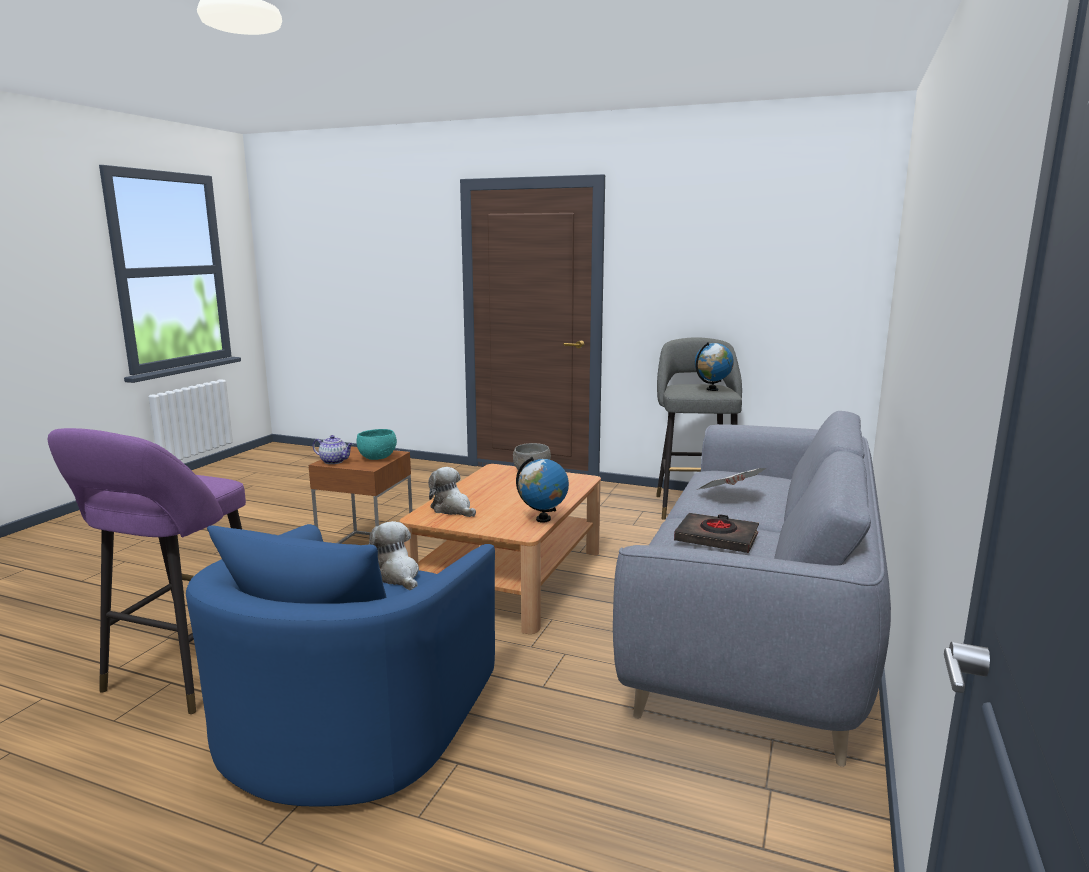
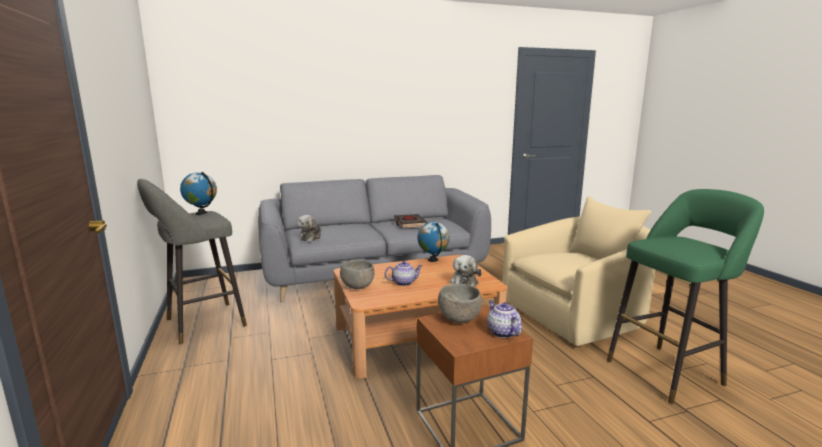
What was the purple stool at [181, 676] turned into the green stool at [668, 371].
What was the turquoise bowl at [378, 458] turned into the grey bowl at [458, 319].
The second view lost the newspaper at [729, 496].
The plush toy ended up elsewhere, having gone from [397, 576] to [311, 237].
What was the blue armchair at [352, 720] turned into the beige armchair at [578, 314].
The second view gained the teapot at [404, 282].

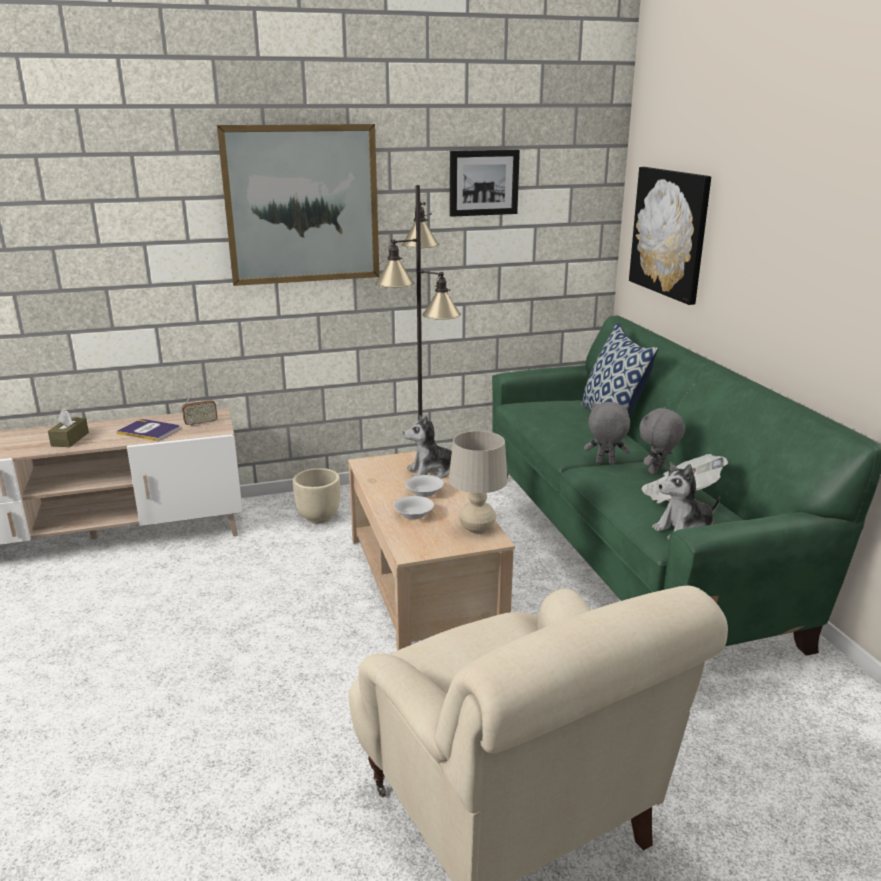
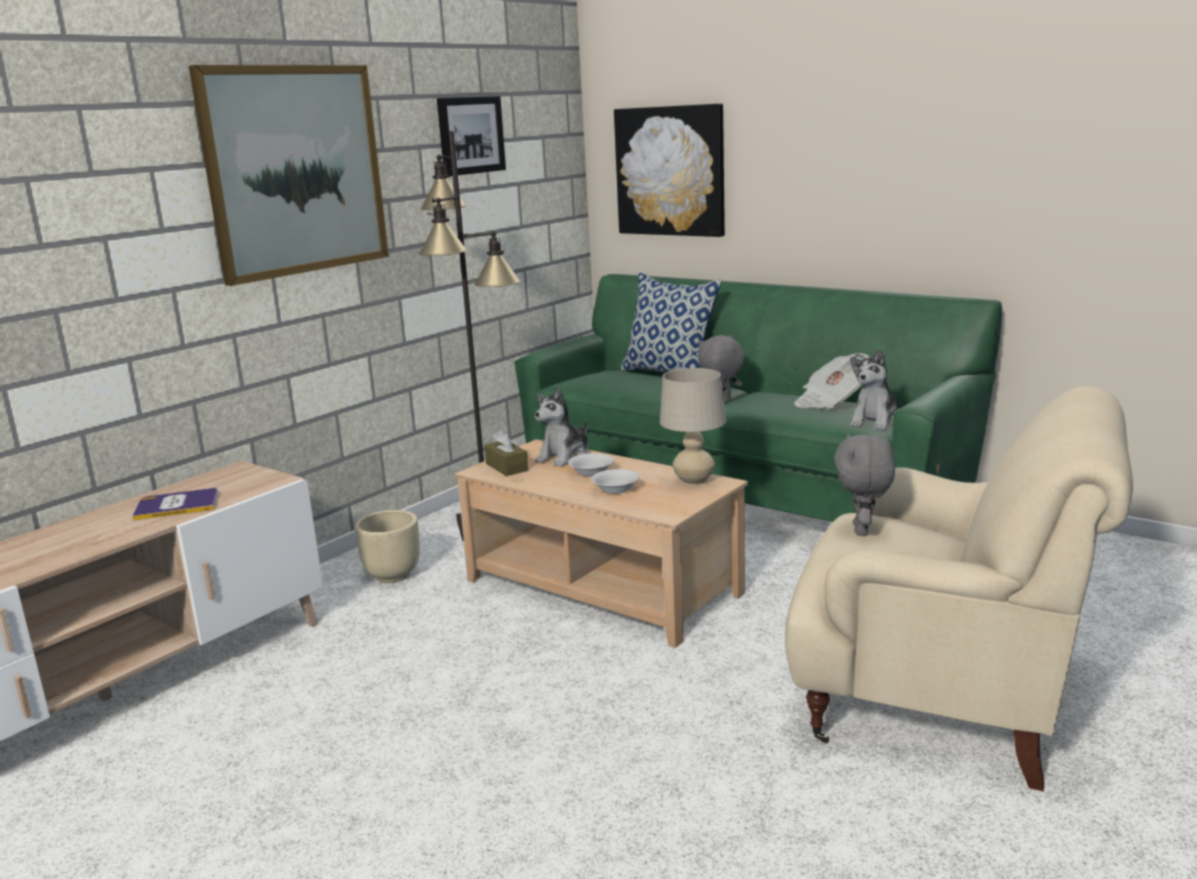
The second view lost the radio at [201, 423].
The grey plush toy ended up elsewhere, having gone from [657, 471] to [863, 531].
The brown tissue box ended up elsewhere, having gone from [70, 439] to [506, 467].

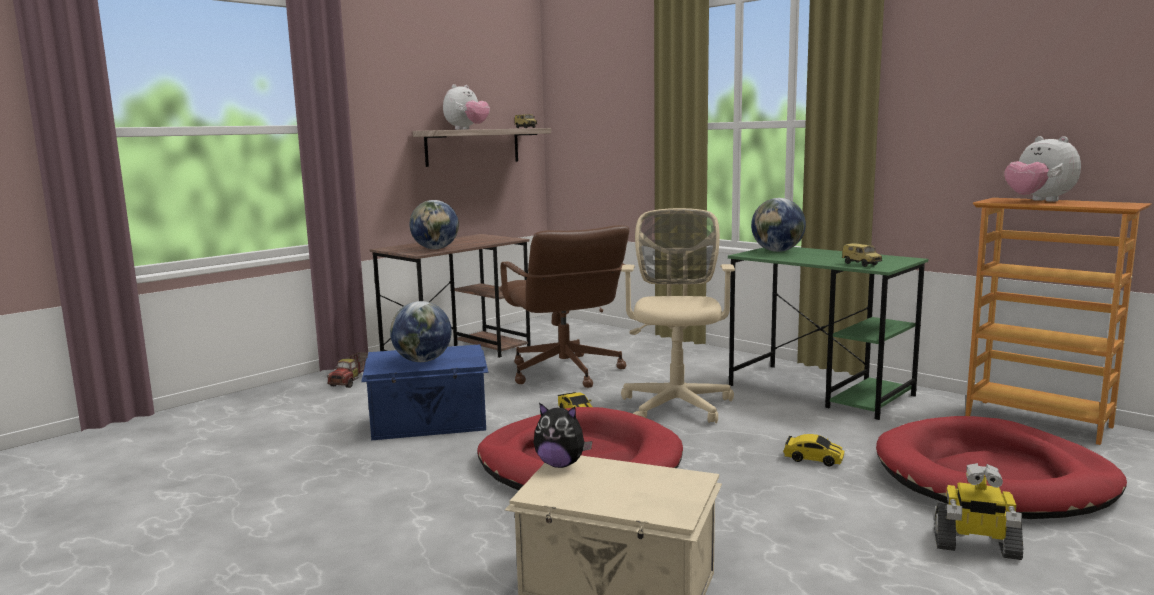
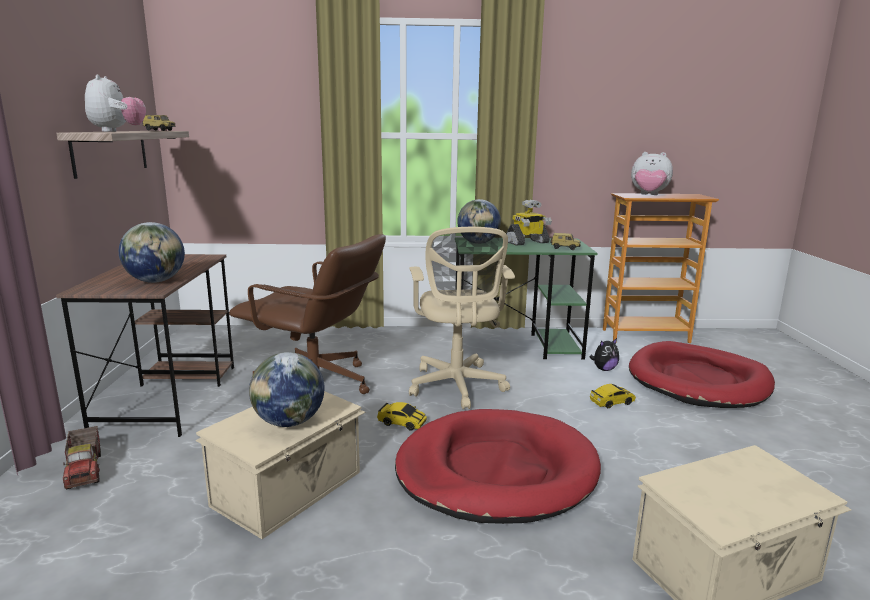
The beige office chair at [676, 404] ended up facing another way, 150 degrees counterclockwise from before.
What was the blue storage box at [430, 423] turned into the beige storage box at [290, 489].
The plush toy ended up elsewhere, having gone from [561, 464] to [604, 369].
The toy robot ended up elsewhere, having gone from [975, 546] to [527, 242].

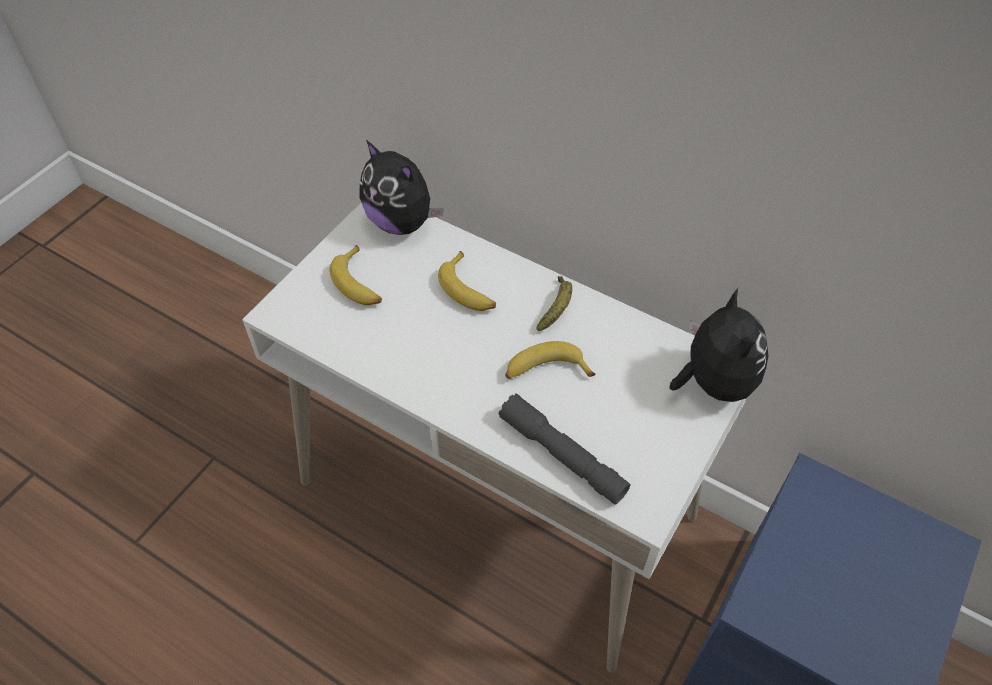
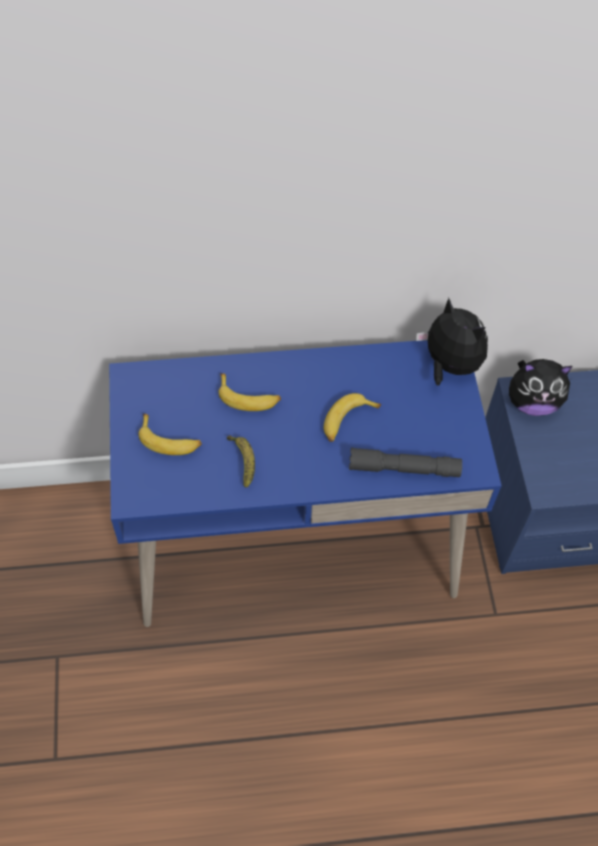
The plush toy ended up elsewhere, having gone from [402, 222] to [532, 402].
What was the white desk at [496, 499] turned into the blue desk at [294, 540].
The banana ended up elsewhere, having gone from [556, 308] to [243, 461].

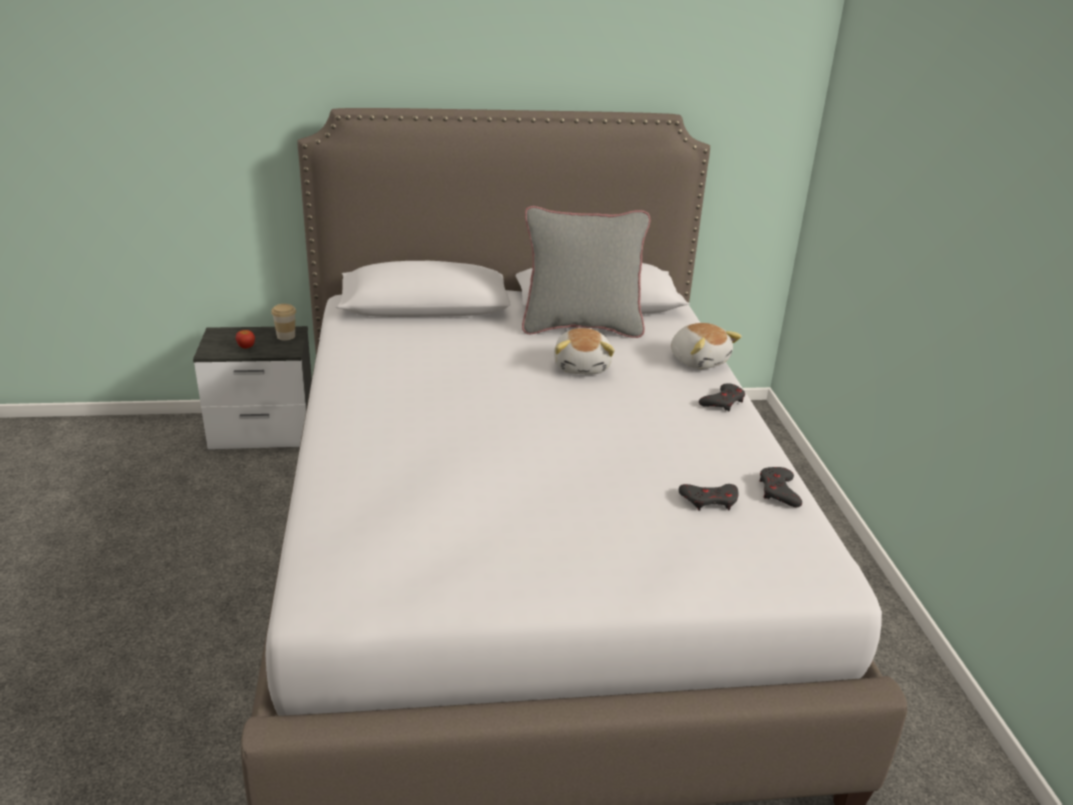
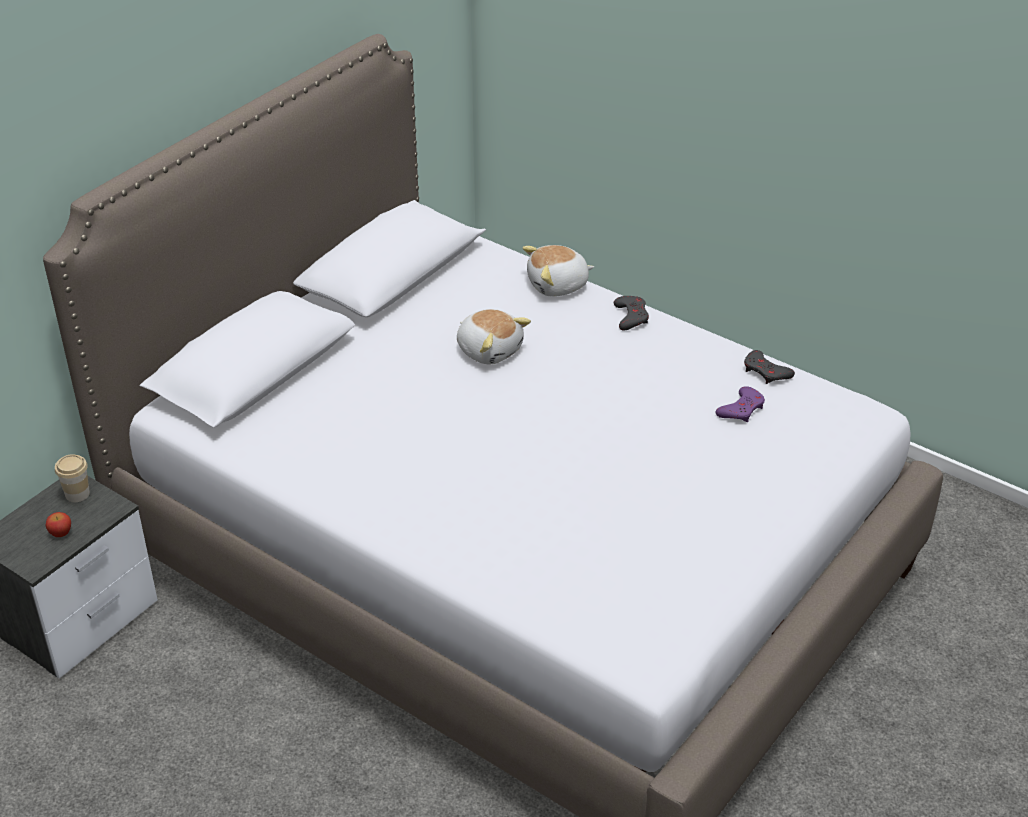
The second view lost the grey pillow at [581, 327].
The plush toy at [699, 360] ended up facing another way, 150 degrees clockwise from before.
What was the grey game controller at [709, 500] turned into the purple game controller at [741, 409].

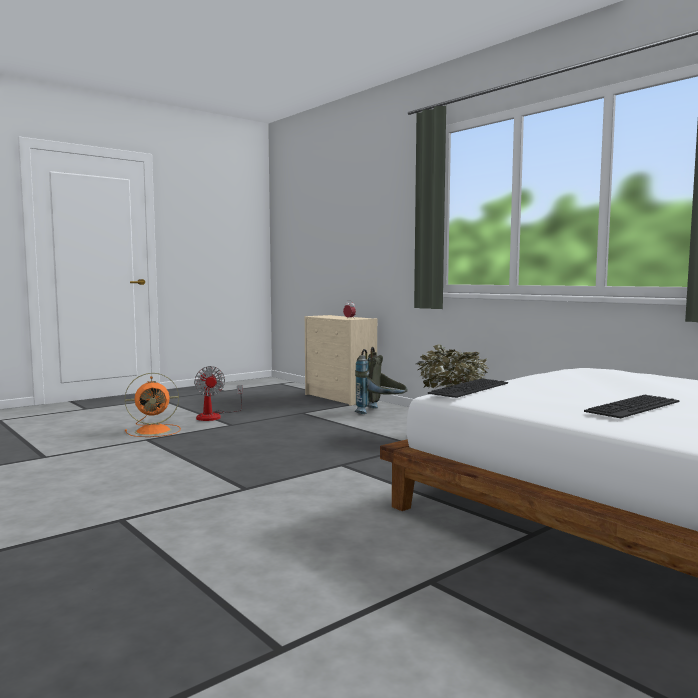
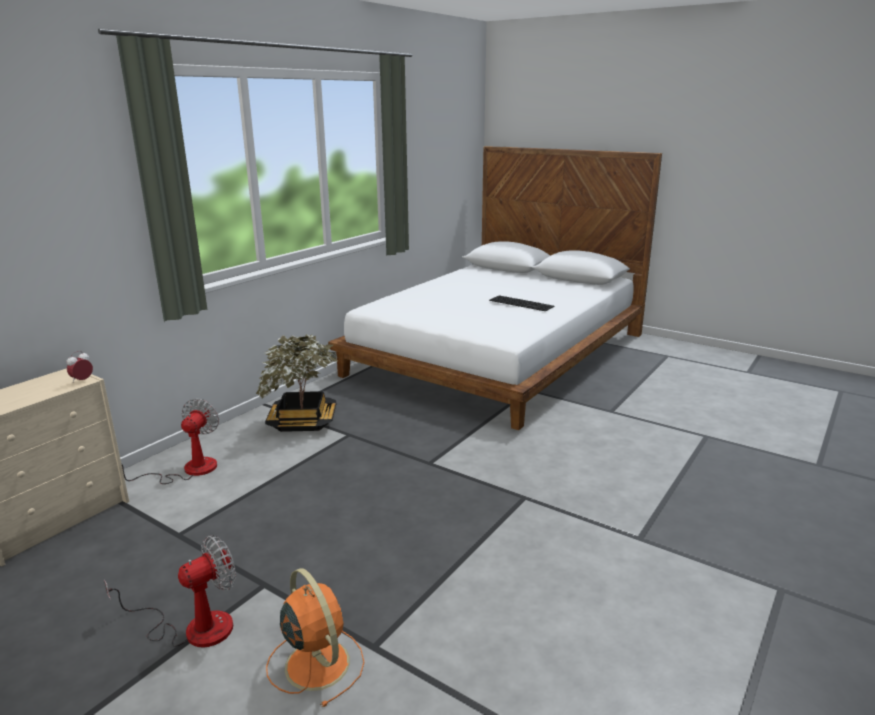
Where the grey backpack stood at [381, 412], the fan came to stand at [188, 470].
The second view lost the keyboard at [471, 388].

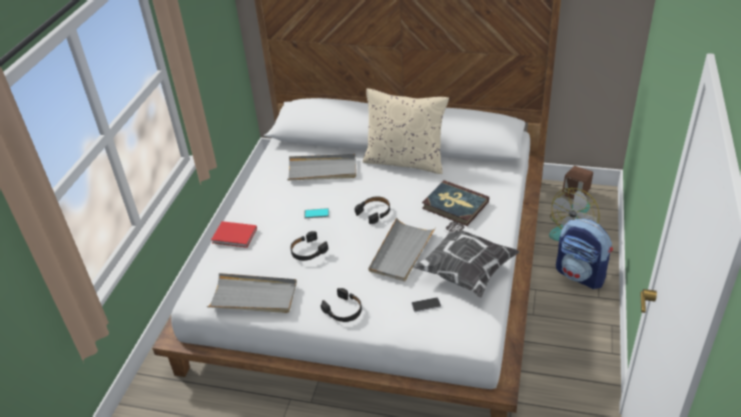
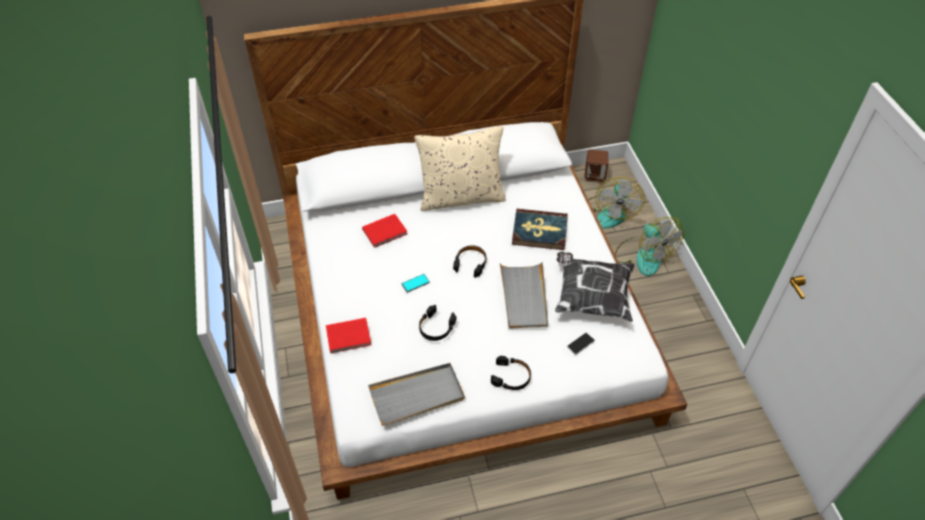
Where the grey tray stood at [322, 170], the red book came to stand at [386, 232].
Where the backpack stood at [581, 275], the fan came to stand at [643, 255].

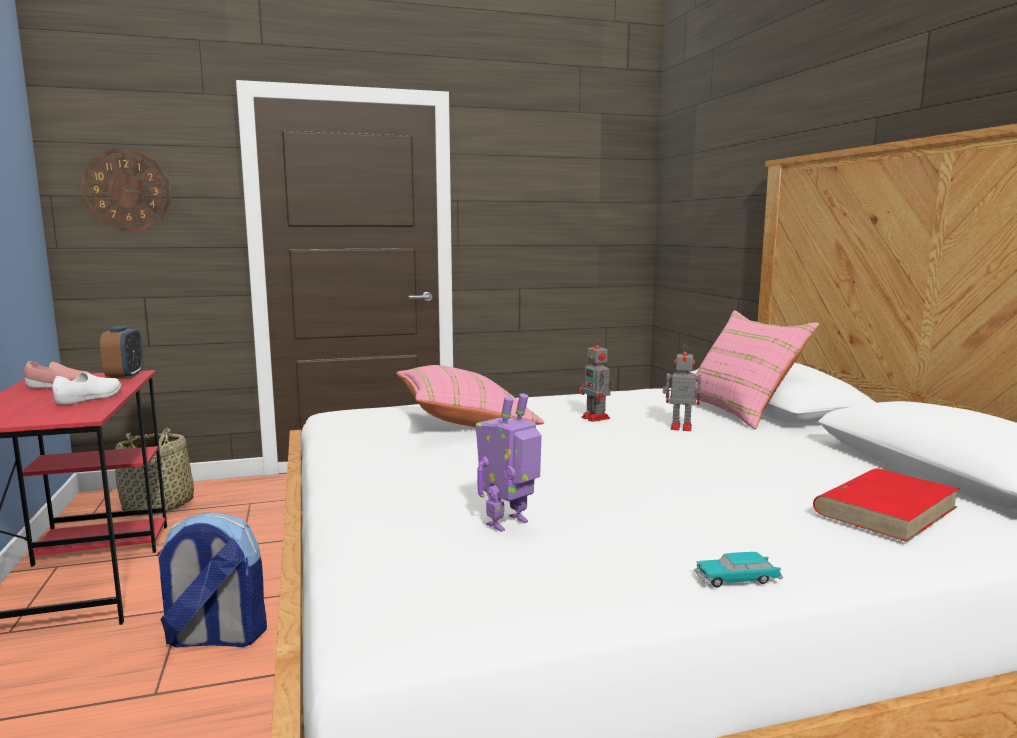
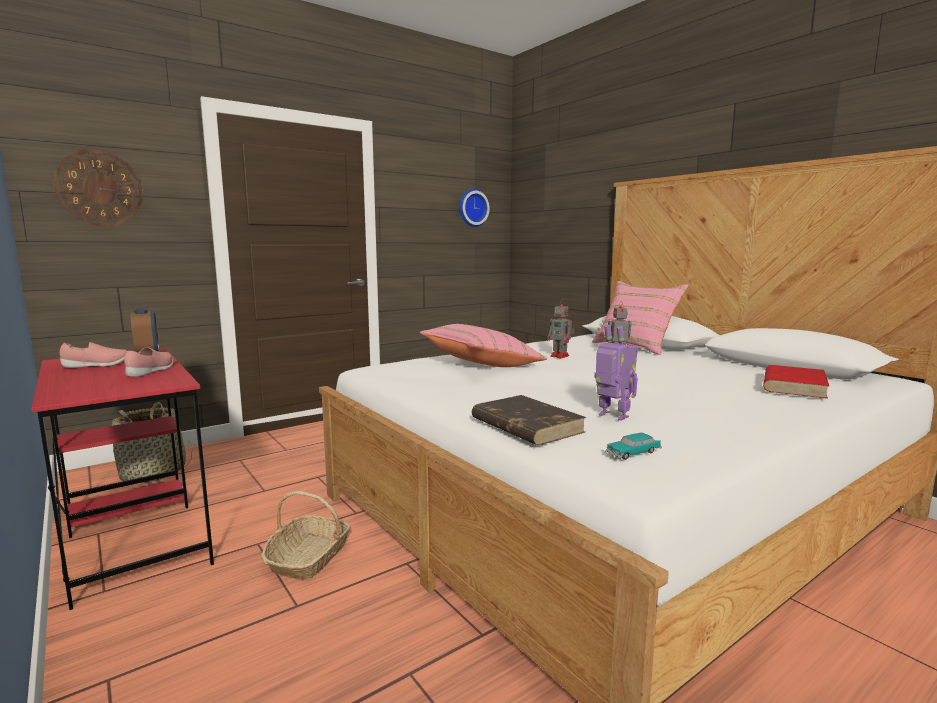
What was the white shoe at [90, 399] turned into the pink shoe at [151, 371].
The toy robot at [508, 524] ended up facing another way, 105 degrees clockwise from before.
Where the backpack stood at [215, 638], the basket came to stand at [309, 558].
The toy car ended up elsewhere, having gone from [737, 579] to [633, 453].
The second view gained the wall clock at [472, 208].
The second view gained the brown book at [525, 425].

